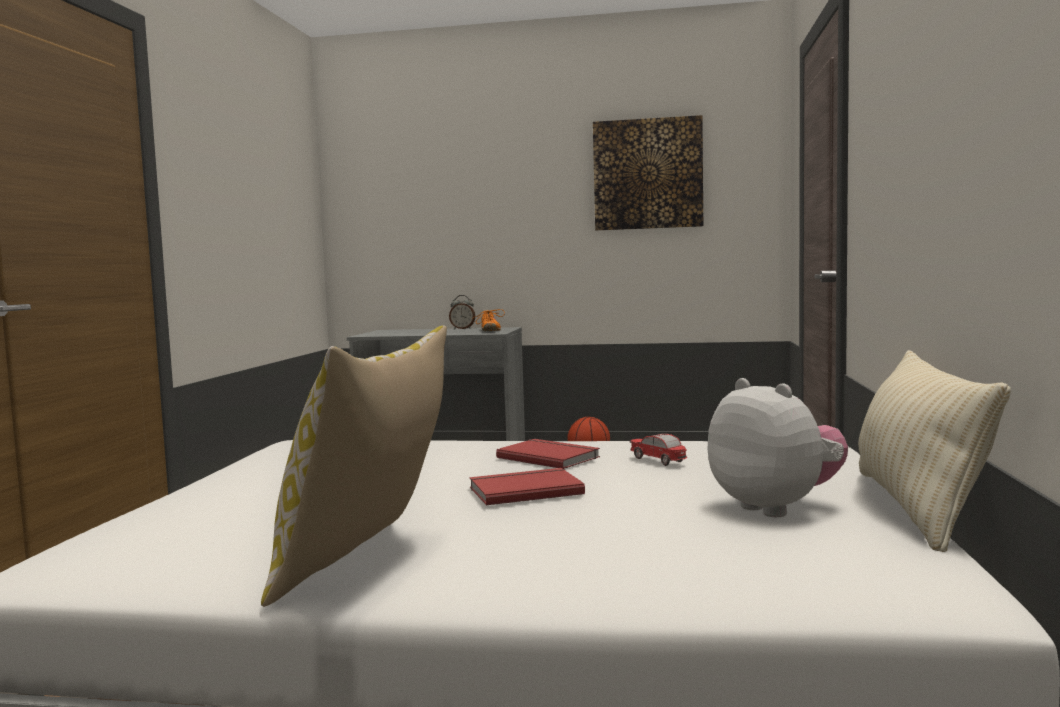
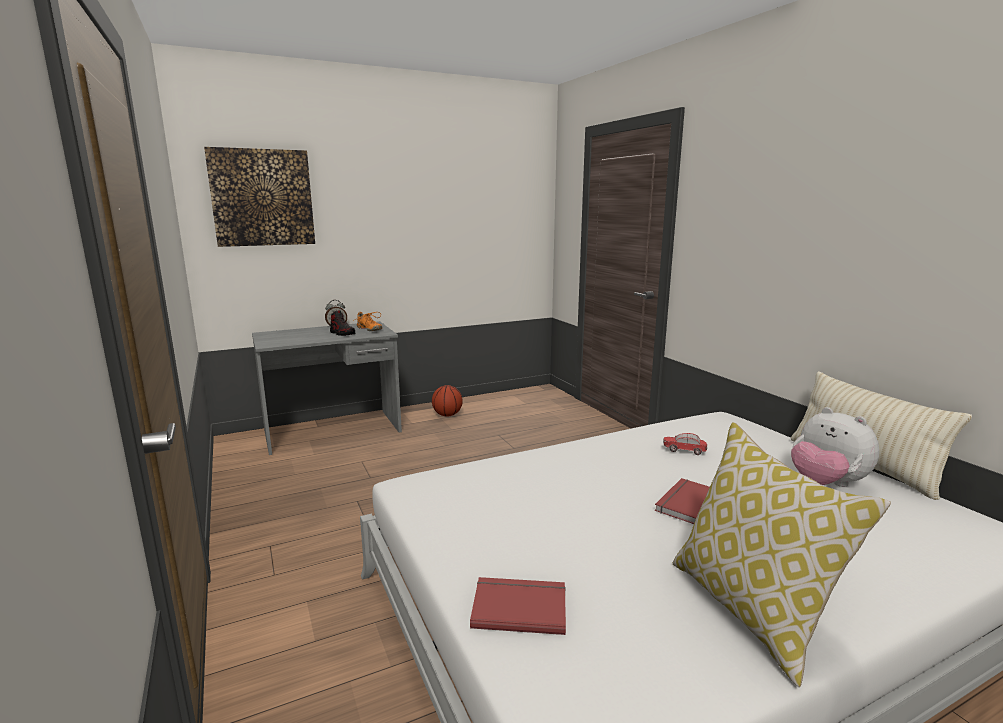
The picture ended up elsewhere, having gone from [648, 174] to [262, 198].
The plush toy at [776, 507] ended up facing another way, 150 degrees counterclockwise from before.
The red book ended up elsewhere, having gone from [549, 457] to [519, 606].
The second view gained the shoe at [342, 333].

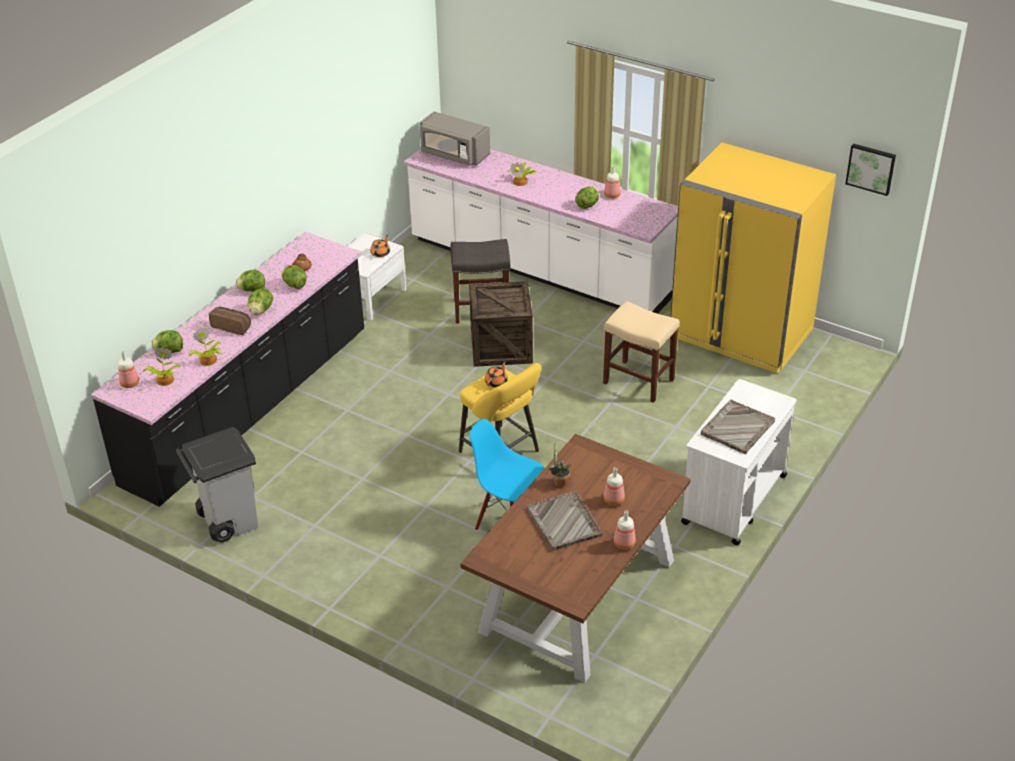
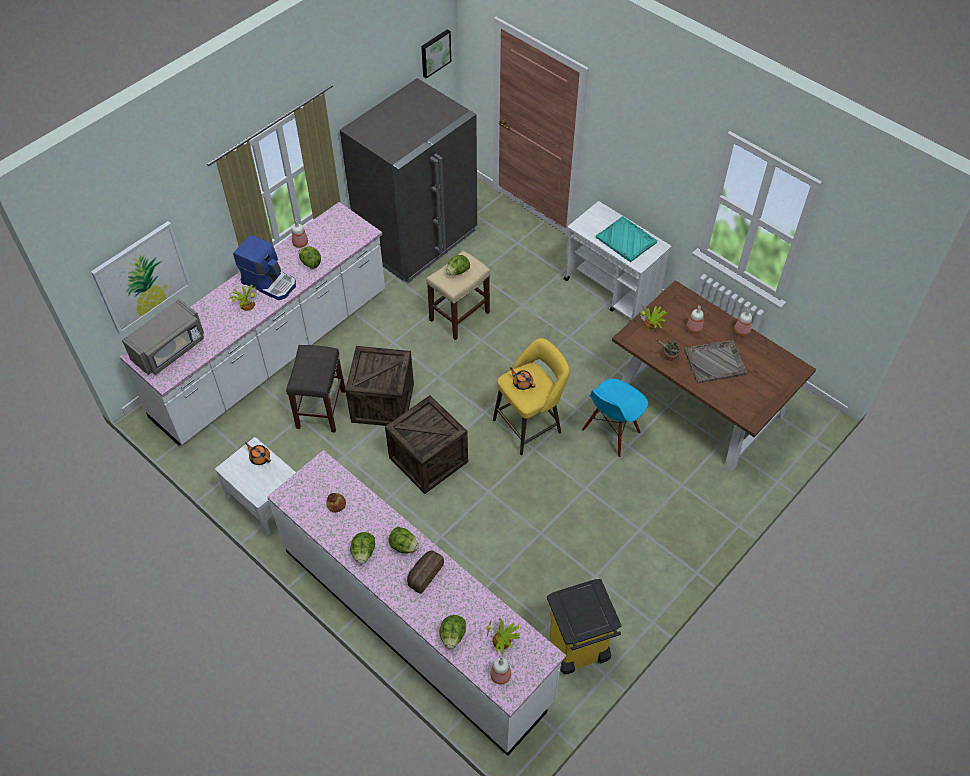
What was the yellow fridge at [741, 334] turned into the grey fridge at [417, 239].
What was the black counter at [249, 408] turned into the white counter at [415, 623].
The lettuce ended up elsewhere, having gone from [294, 285] to [457, 272].
The potted plant ended up elsewhere, having gone from [208, 361] to [651, 324].
What was the grey tray at [737, 428] turned into the turquoise tray at [626, 240].
What was the grey trash can at [228, 521] turned into the yellow trash can at [577, 649].
The second view gained the picture at [142, 277].
The second view gained the coffee machine at [269, 282].
The second view gained the crate at [428, 459].

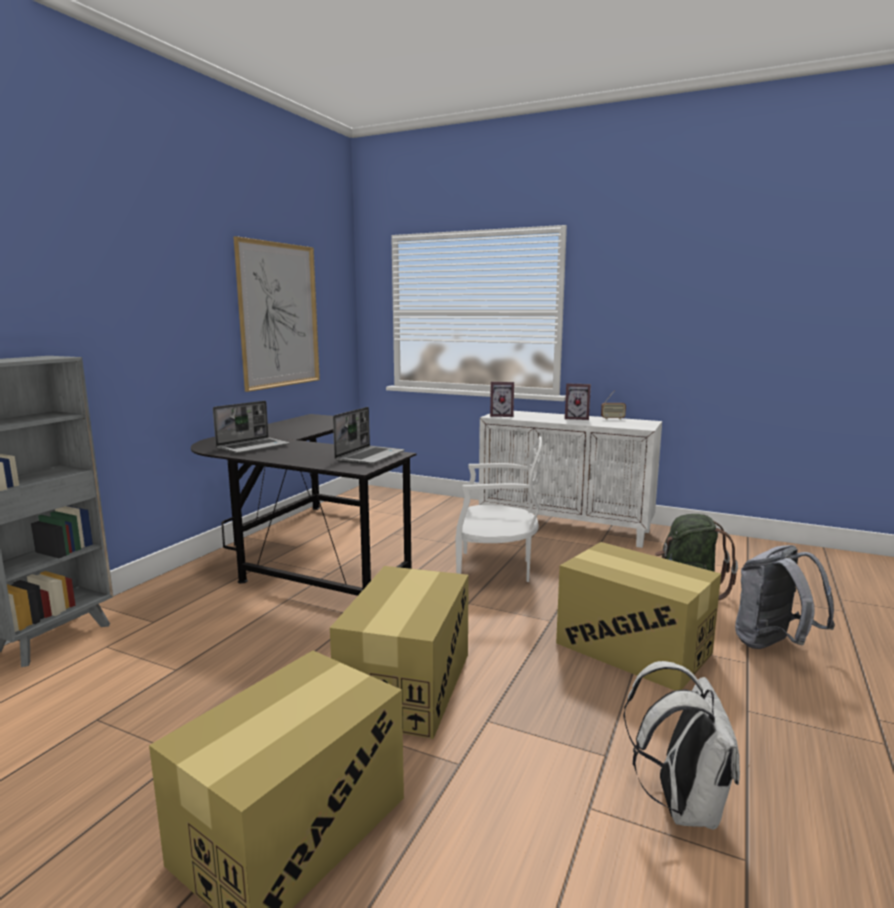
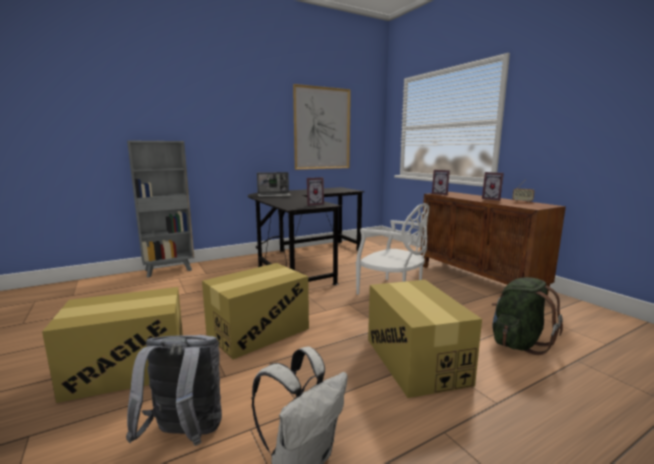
Where the laptop stood at [370, 456], the picture frame came to stand at [313, 204].
What was the white cabinet at [565, 527] turned into the brown cabinet at [479, 280].
The grey backpack ended up elsewhere, having gone from [773, 645] to [185, 436].

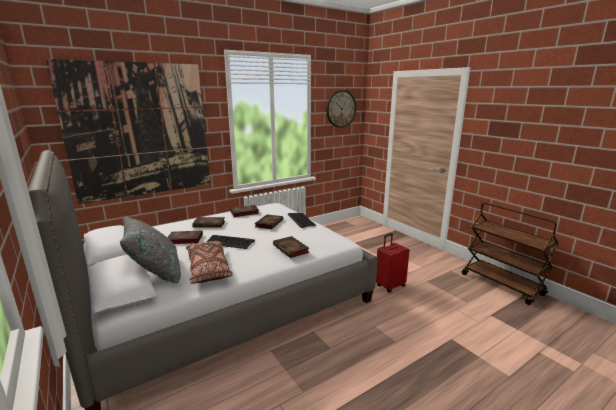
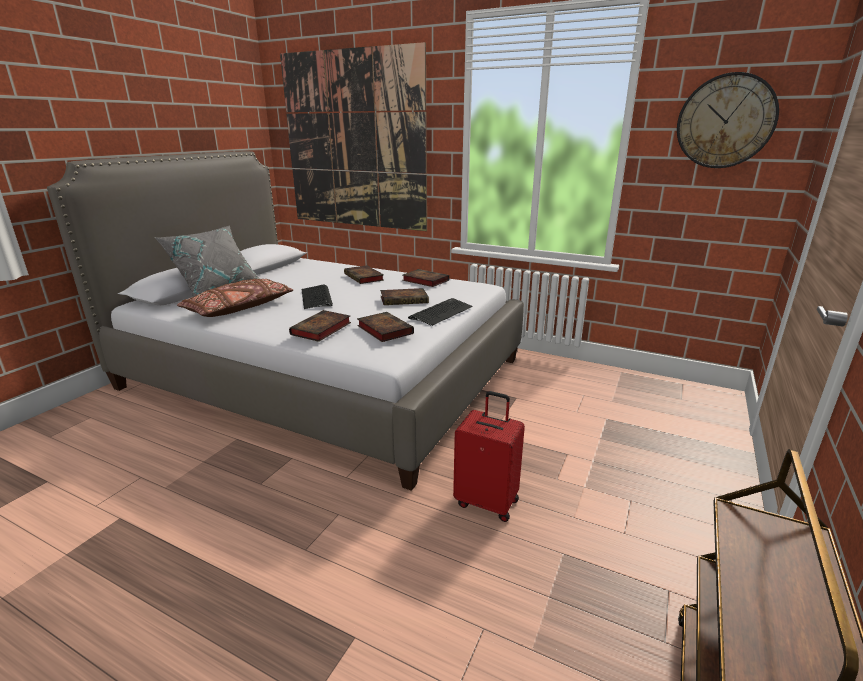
The book ended up elsewhere, having gone from [184, 239] to [383, 329].

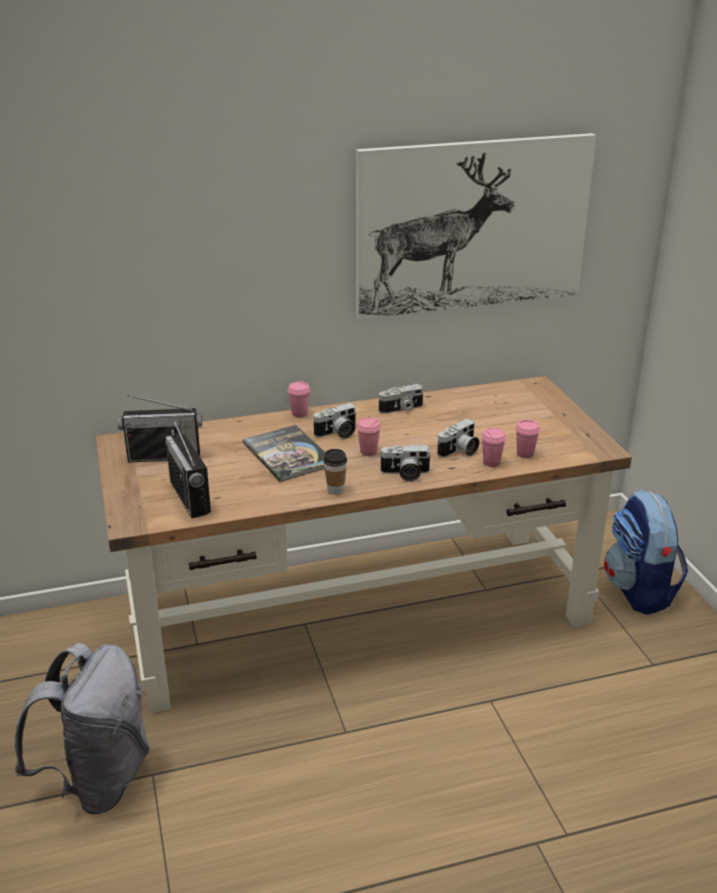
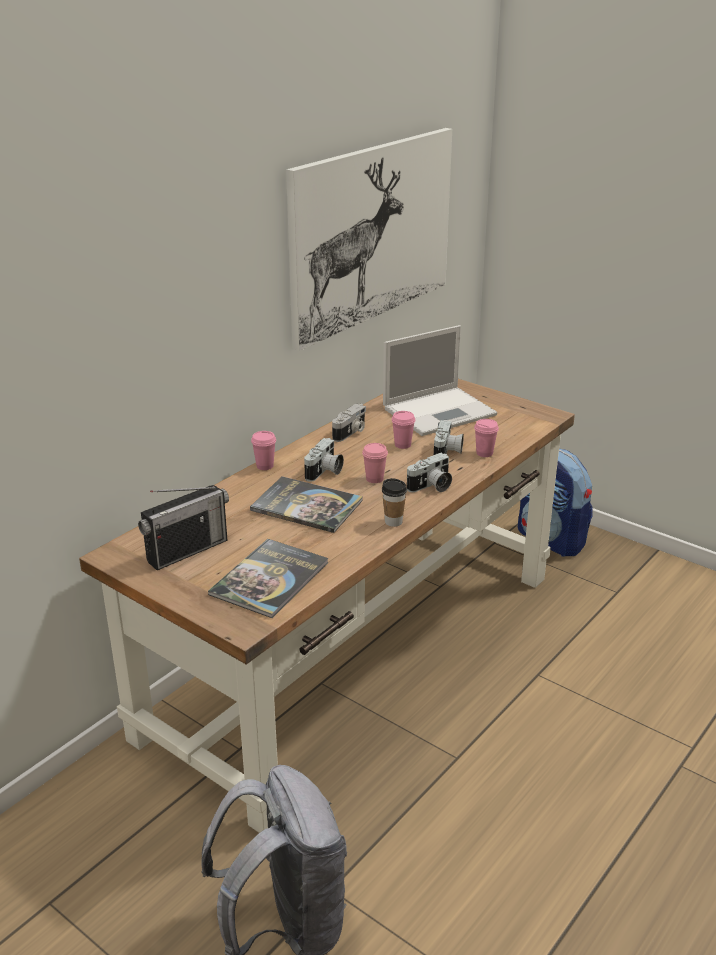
Where the radio stood at [190, 497], the book came to stand at [270, 579].
The pink cup ended up elsewhere, having gone from [525, 454] to [402, 445].
The second view gained the laptop at [440, 411].

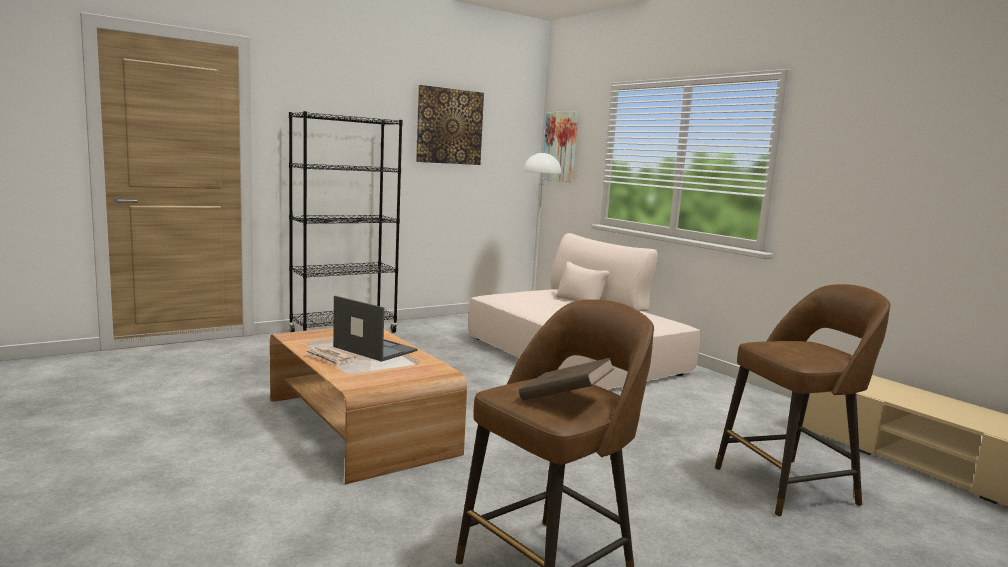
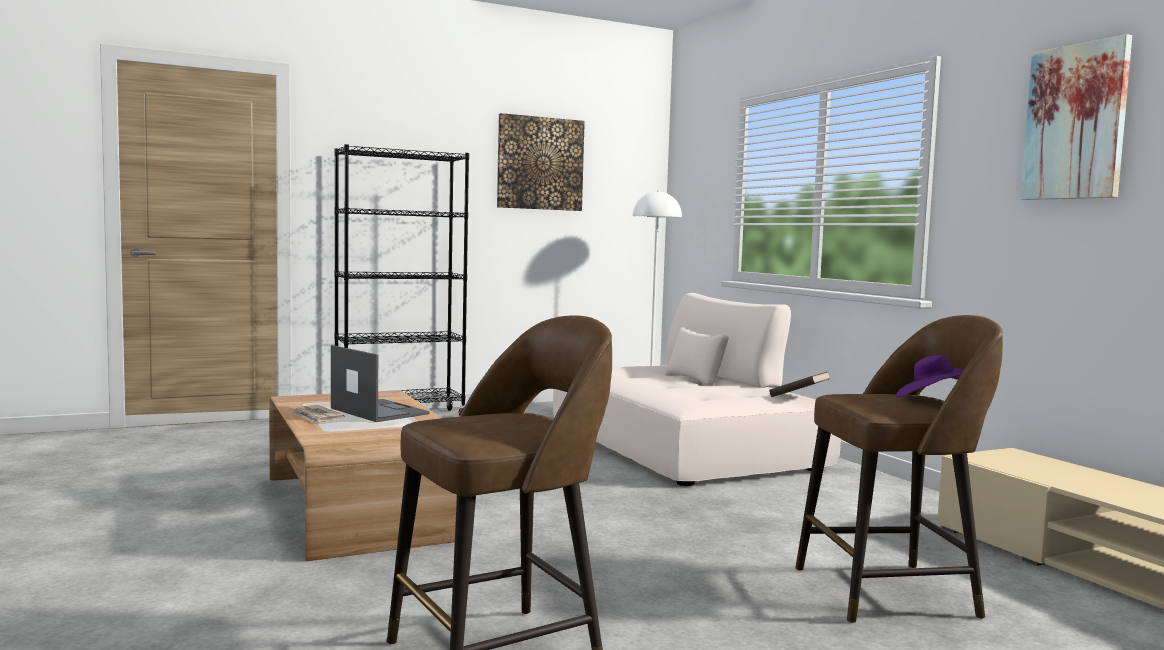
The picture ended up elsewhere, having gone from [560, 146] to [1076, 122].
The brown book ended up elsewhere, having gone from [565, 399] to [799, 397].
The second view gained the purple hat at [931, 399].

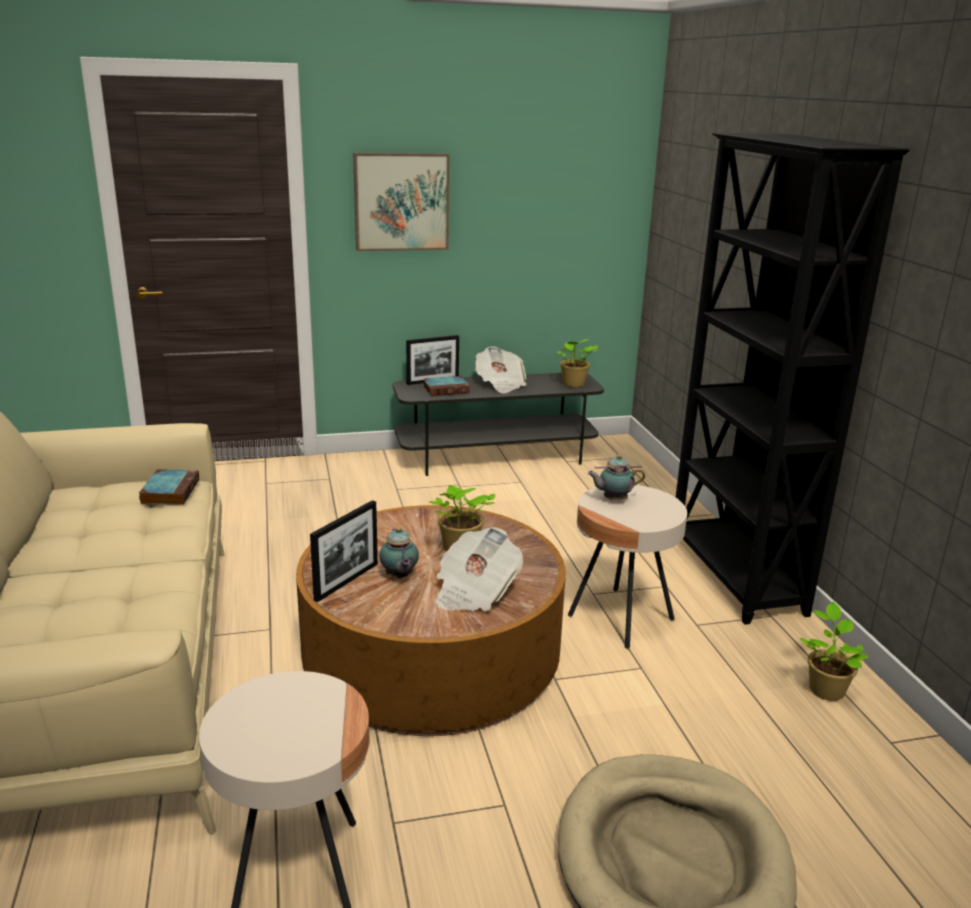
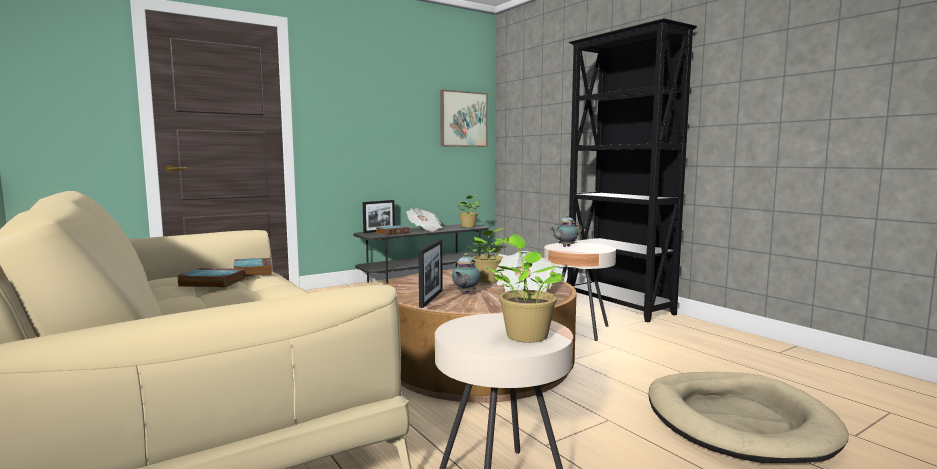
The picture ended up elsewhere, having gone from [401, 202] to [463, 119].
The teapot at [399, 577] ended up facing another way, 60 degrees clockwise from before.
The potted plant ended up elsewhere, having gone from [825, 688] to [525, 335].
The second view gained the book at [210, 282].

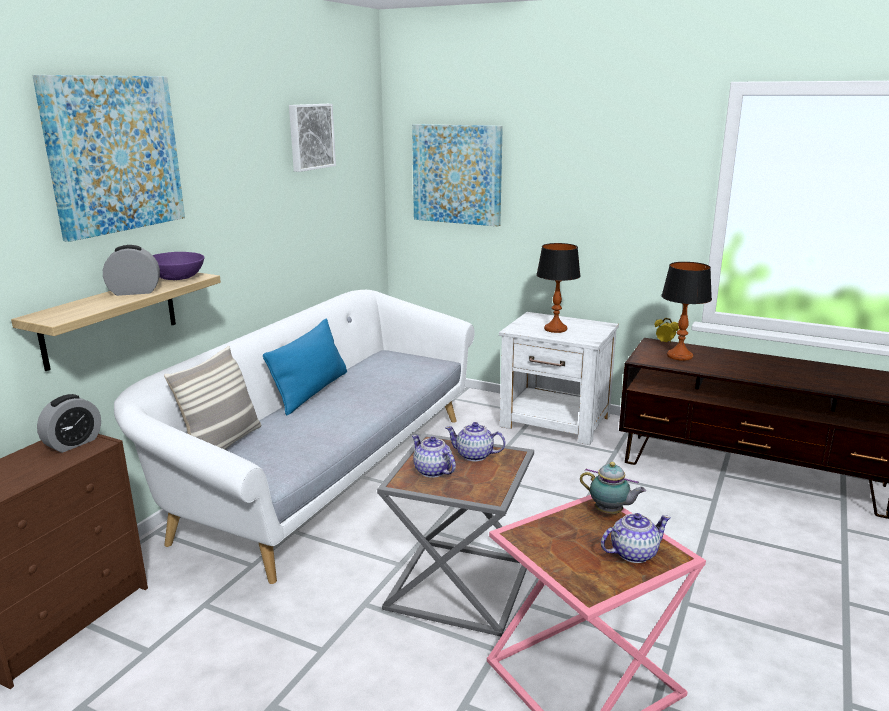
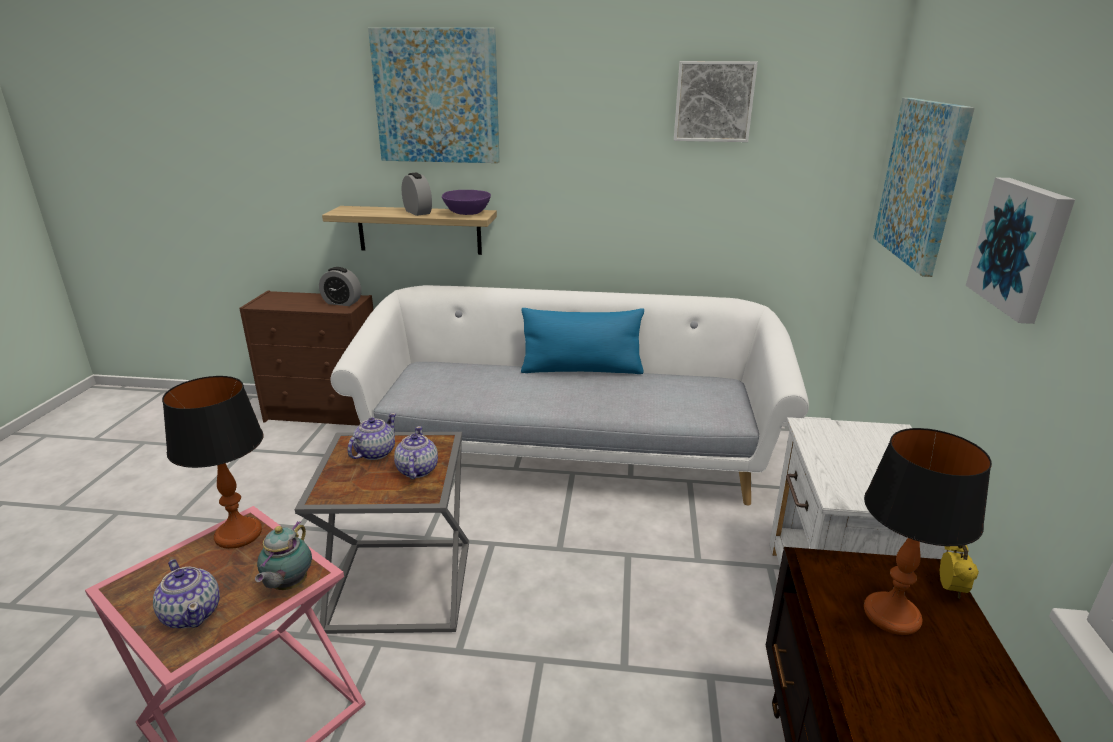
The table lamp ended up elsewhere, having gone from [555, 329] to [238, 534].
The second view lost the pillow at [223, 445].
The second view gained the picture at [1021, 247].

